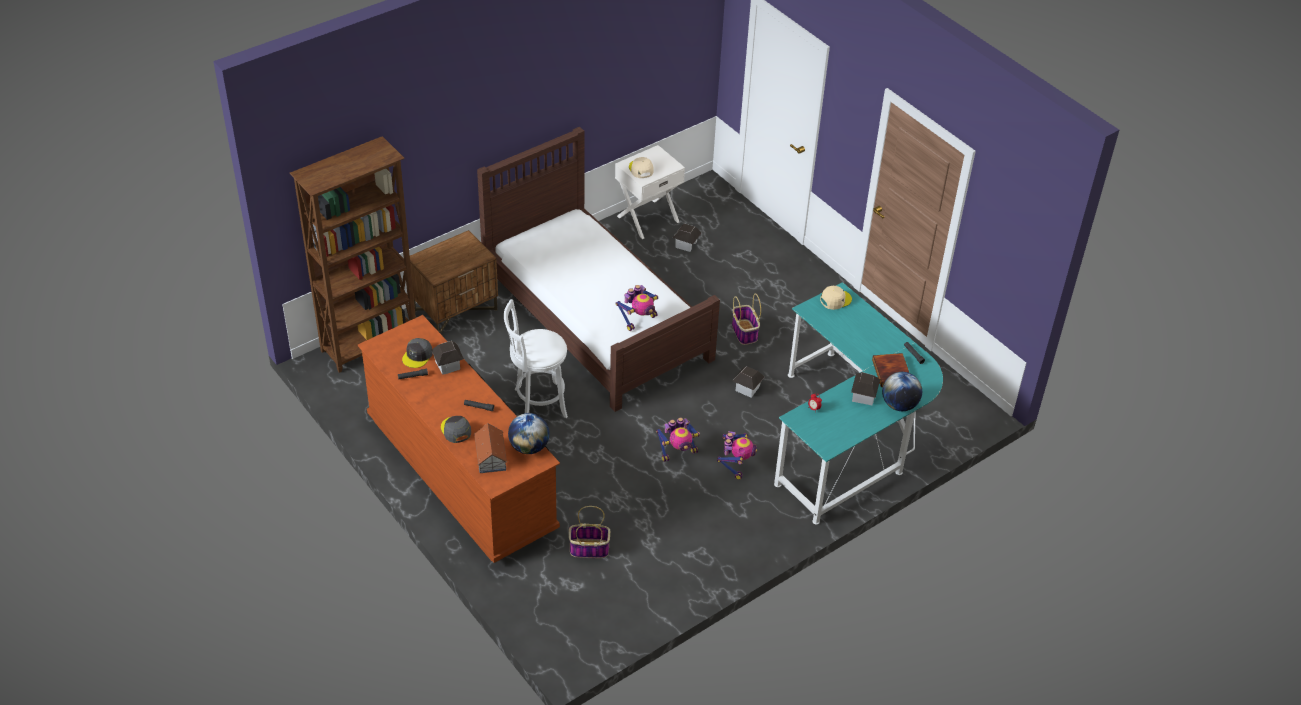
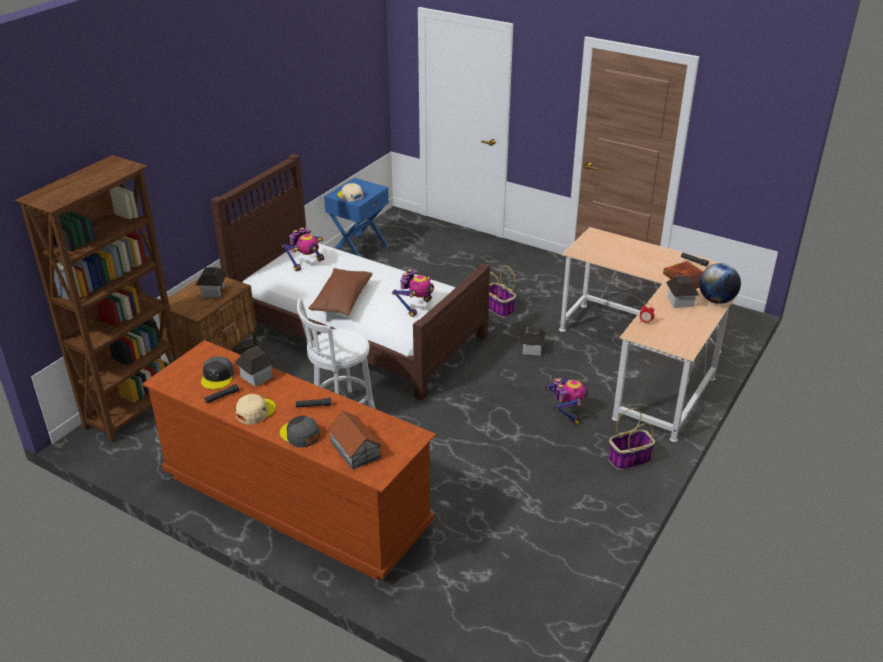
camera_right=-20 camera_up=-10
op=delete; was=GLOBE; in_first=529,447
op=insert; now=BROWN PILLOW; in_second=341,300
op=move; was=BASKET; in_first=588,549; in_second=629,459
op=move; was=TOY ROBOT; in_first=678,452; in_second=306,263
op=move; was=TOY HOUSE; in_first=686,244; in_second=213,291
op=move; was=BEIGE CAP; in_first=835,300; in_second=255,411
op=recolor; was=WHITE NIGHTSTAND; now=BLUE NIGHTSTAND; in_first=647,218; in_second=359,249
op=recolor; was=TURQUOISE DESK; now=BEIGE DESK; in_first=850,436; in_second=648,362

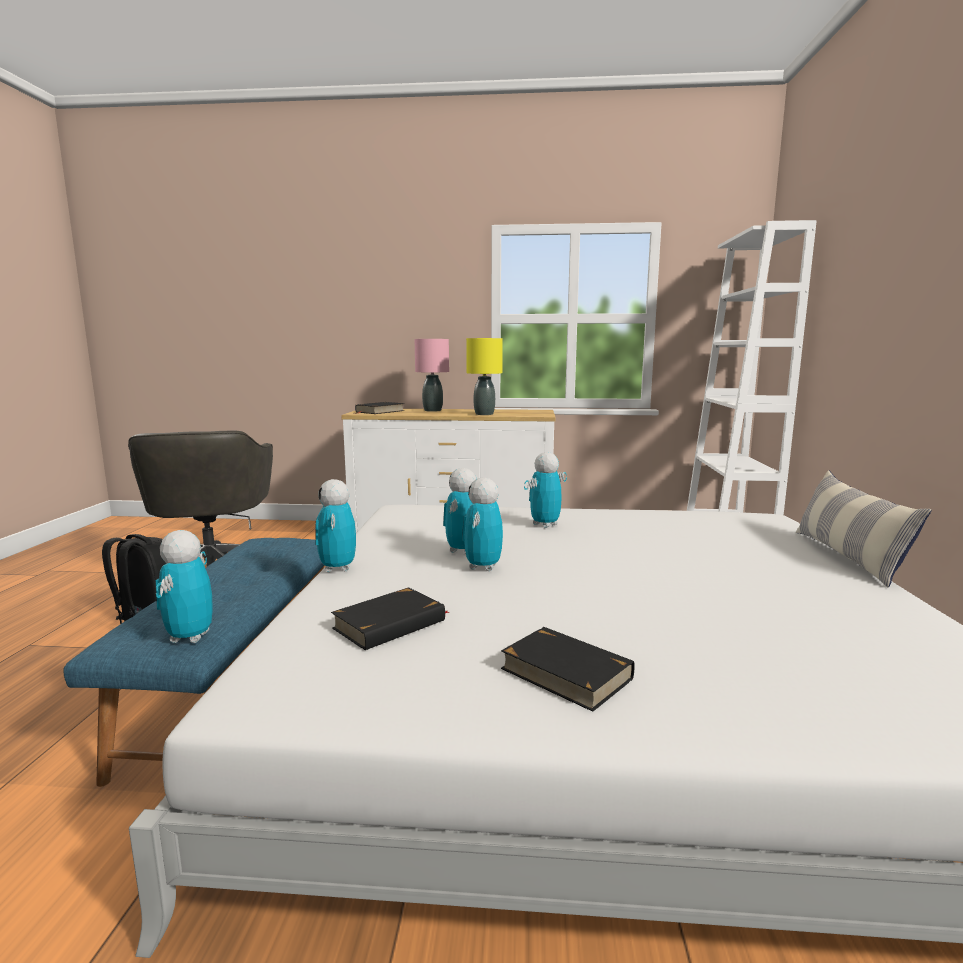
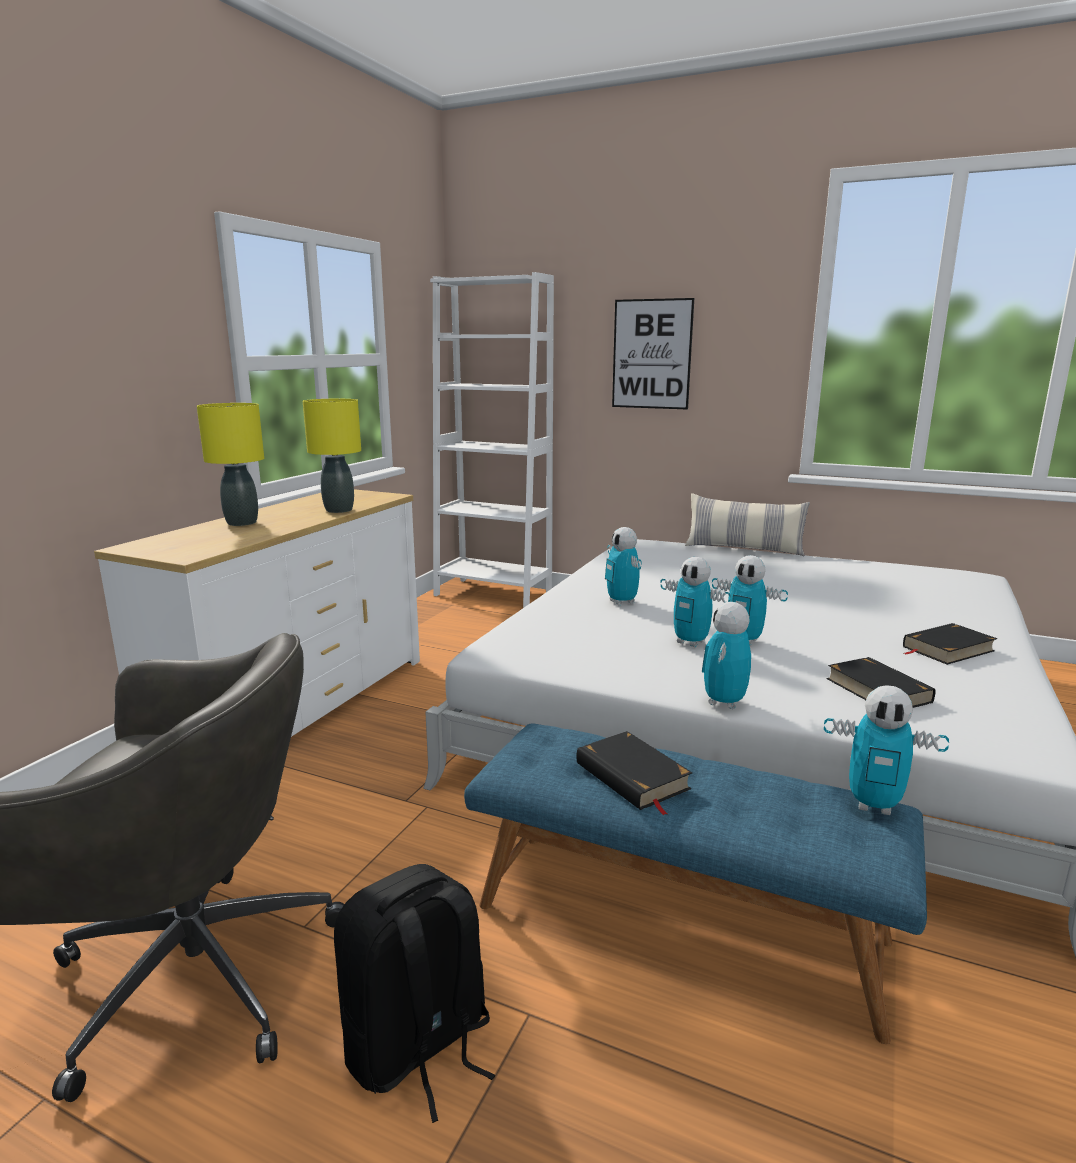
camera_right=-70 camera_up=5
op=insert; now=PICTURE; in_second=651,354
op=move; was=BLACK BOOK; in_first=379,411; in_second=632,777
op=recolor; was=PINK TABLE LAMP; now=YELLOW TABLE LAMP; in_first=433,410; in_second=242,522
op=rotate; was=TOY ROBOT; in_first=337,568; in_second=724,702; clockwise=105

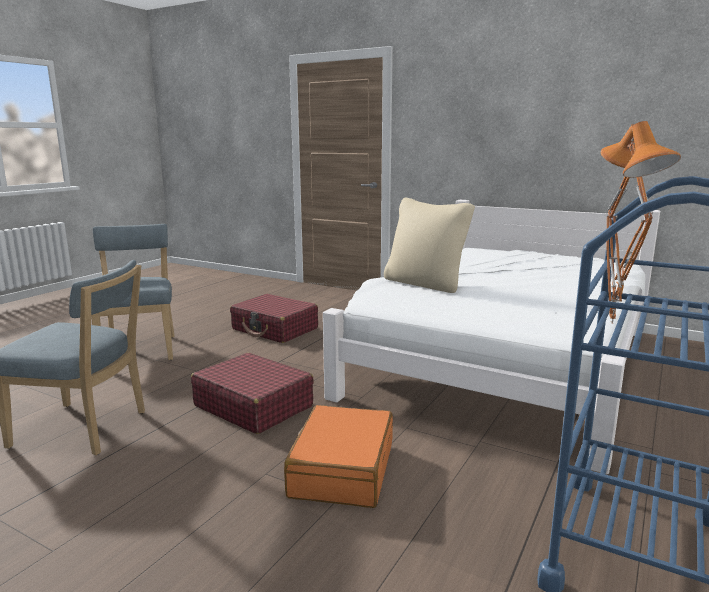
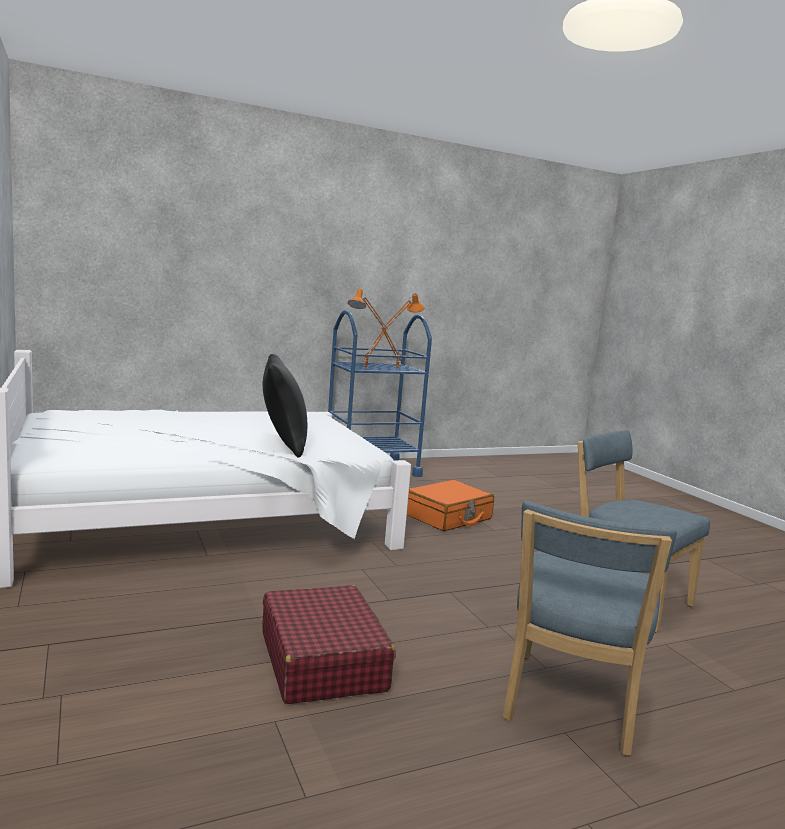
camera_right=-145 camera_up=-5
op=delete; was=RED SUITCASE; in_first=253,406
op=recolor; was=BEIGE PILLOW; now=BLACK PILLOW; in_first=425,283; in_second=282,445

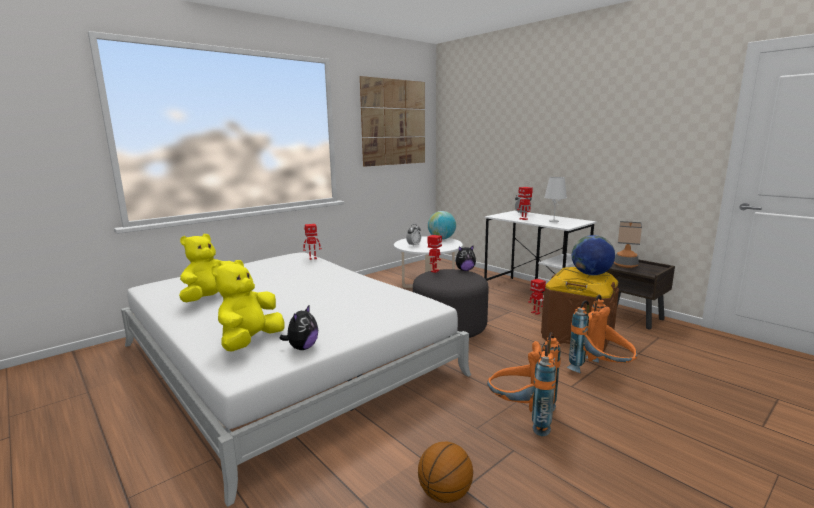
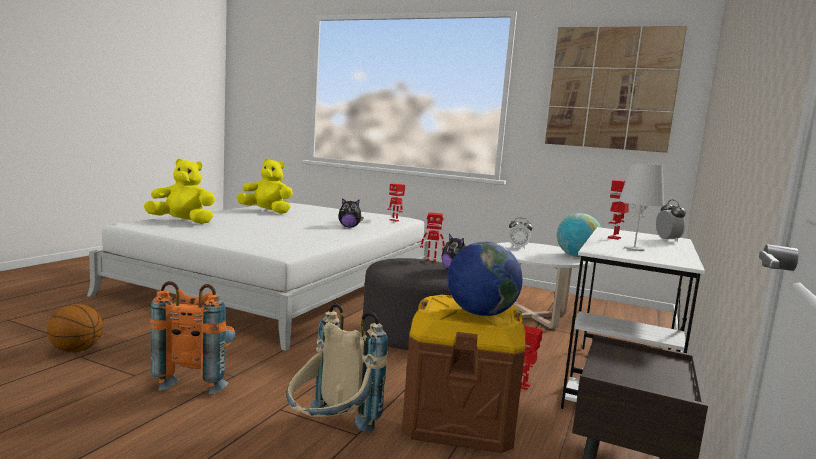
camera_right=65 camera_up=-5
op=delete; was=TABLE LAMP; in_first=625,265
op=move; was=PLUSH TOY; in_first=302,348; in_second=349,227
op=recolor; was=ORANGE BACKPACK; now=BEIGE BACKPACK; in_first=601,373; in_second=330,434

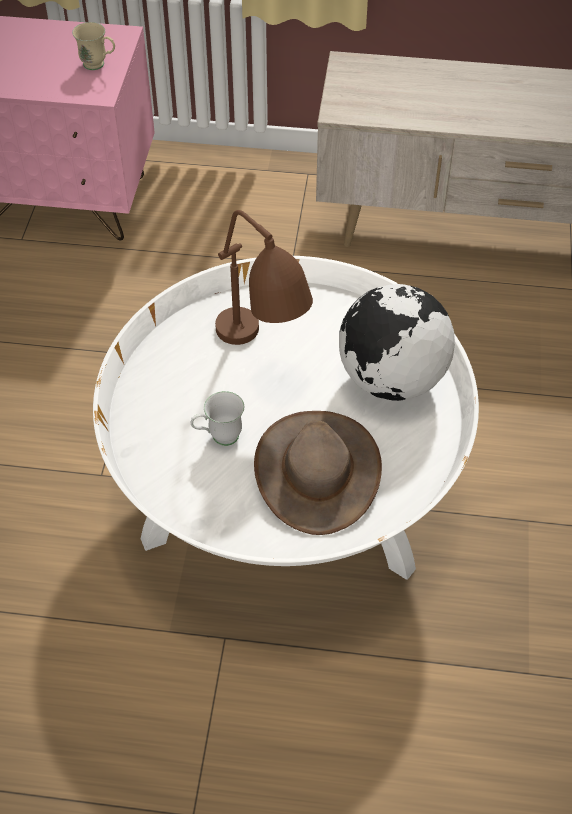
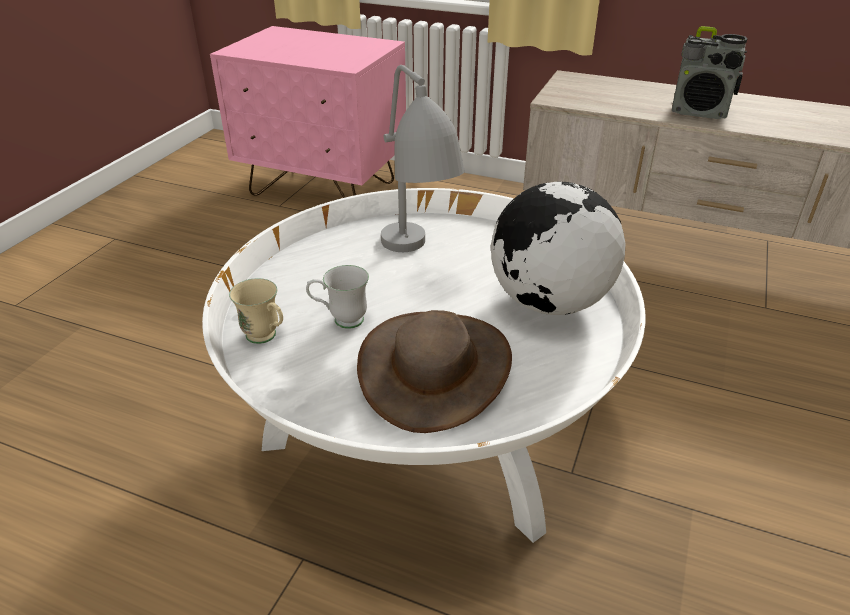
camera_right=15 camera_up=-15
op=insert; now=RADIO; in_second=700,112
op=move; was=BEIGE MUG; in_first=99,65; in_second=266,338
op=recolor; was=BROWN TABLE LAMP; now=GREY TABLE LAMP; in_first=262,359; in_second=417,266

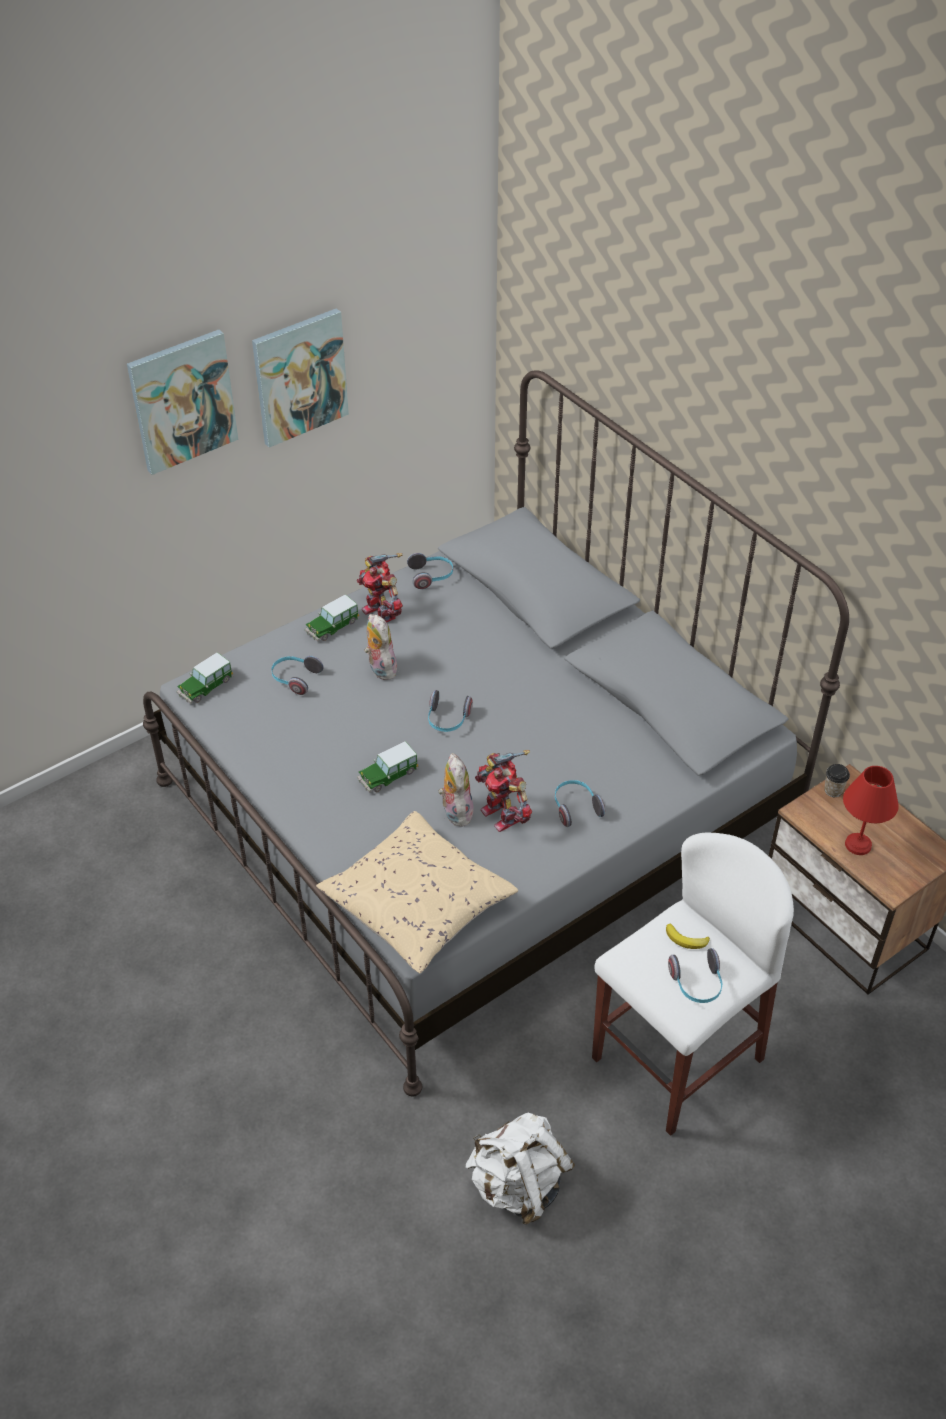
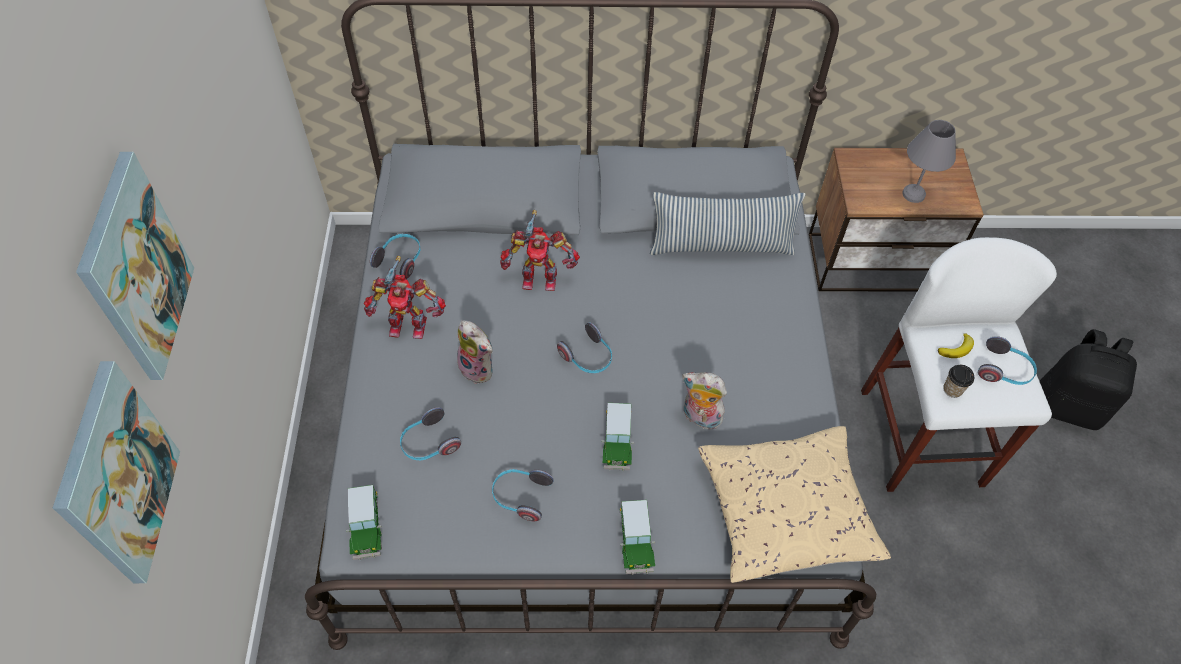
camera_right=-55 camera_up=10
op=delete; was=WHITE BACKPACK; in_first=518,1185
op=insert; now=PILLOW; in_second=721,246
op=insert; now=BLACK BACKPACK; in_second=1068,405
op=move; was=PICTURE; in_first=299,376; in_second=117,476
op=move; was=TOY CAR; in_first=332,627; in_second=635,542
op=move; was=TOY ROBOT; in_first=503,814; in_second=539,277
op=move; was=HEADPHONES; in_first=575,808; in_second=520,496
op=move; was=CUP; in_first=833,790; in_second=952,389
op=recolor; was=RED TABLE LAMP; now=GREY TABLE LAMP; in_first=857,845; in_second=914,195
op=rotate; was=PLUSH TOY; in_first=380,668; in_second=479,368; clockwise=-150

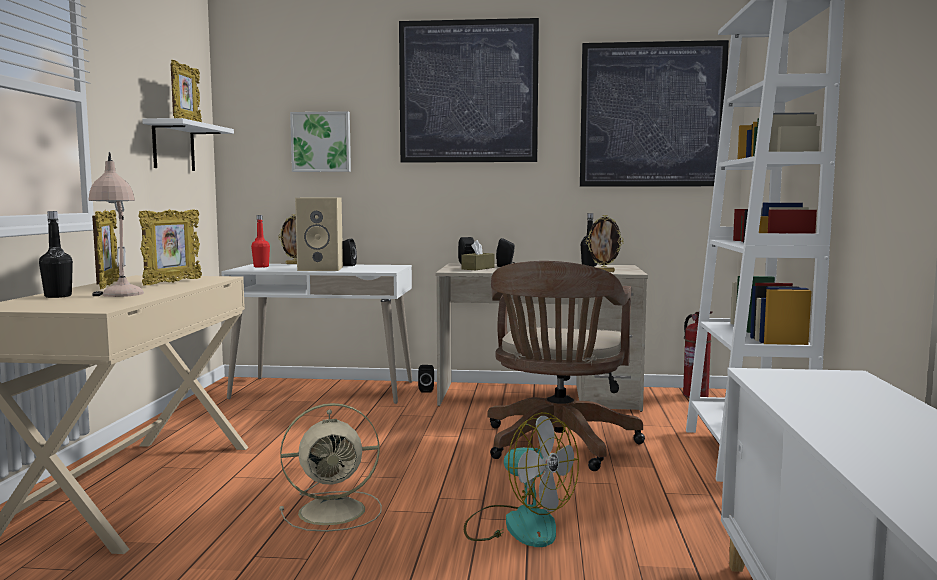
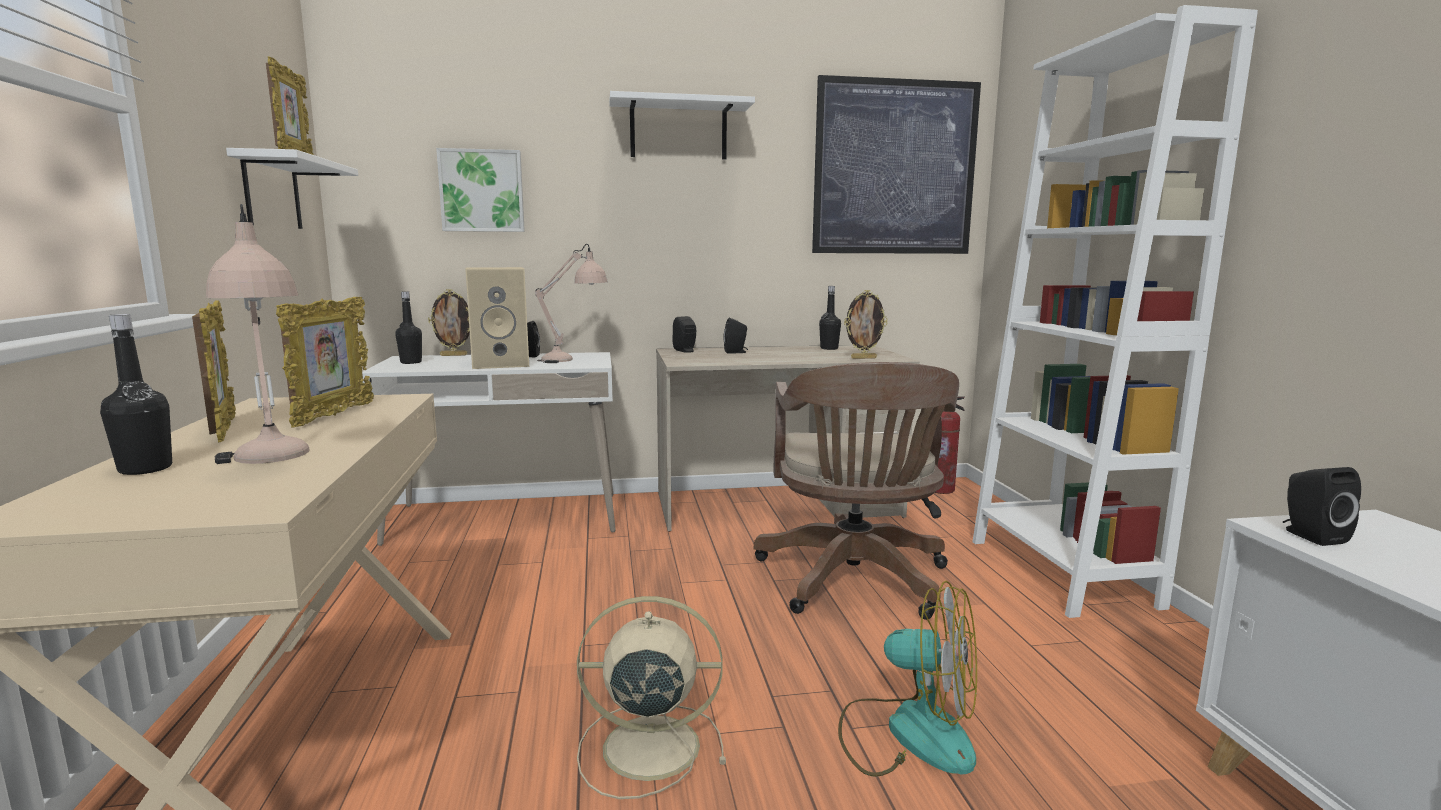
camera_right=-15 camera_up=5
op=delete; was=BROWN TISSUE BOX; in_first=478,268
op=insert; now=BEIGE TABLE LAMP; in_second=573,360
op=move; was=BLACK SPEAKER; in_first=427,390; in_second=1310,536
op=replace; was=PICTURE; now=WHITE SHELF; in_first=468,92; in_second=678,130
op=recolor; was=RED BOTTLE; now=BLACK BOTTLE; in_first=261,267; in_second=411,362
op=rotate; was=BEIGE FAN; in_first=335,511; in_second=646,747; clockwise=-150

